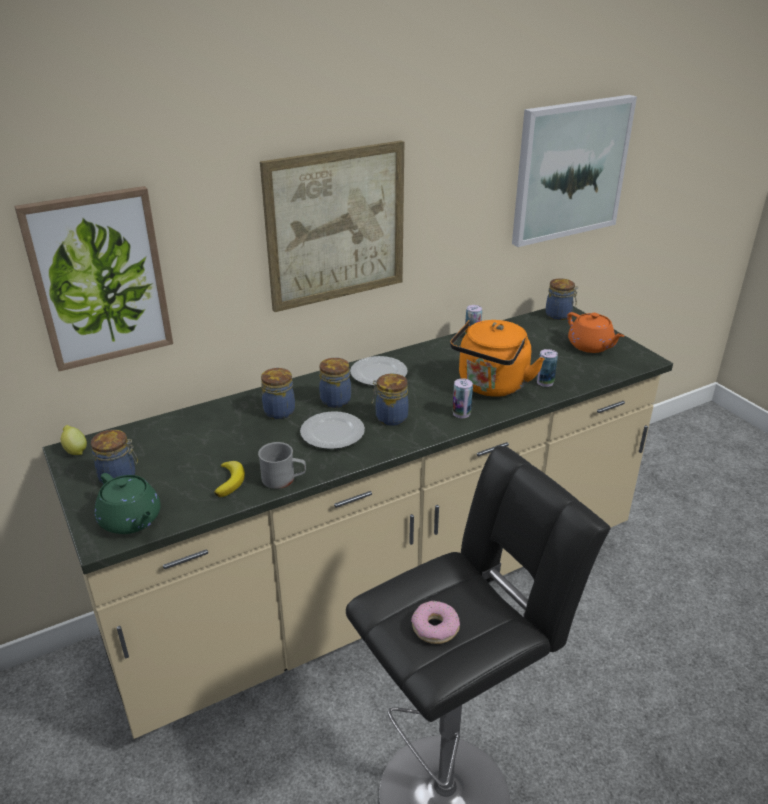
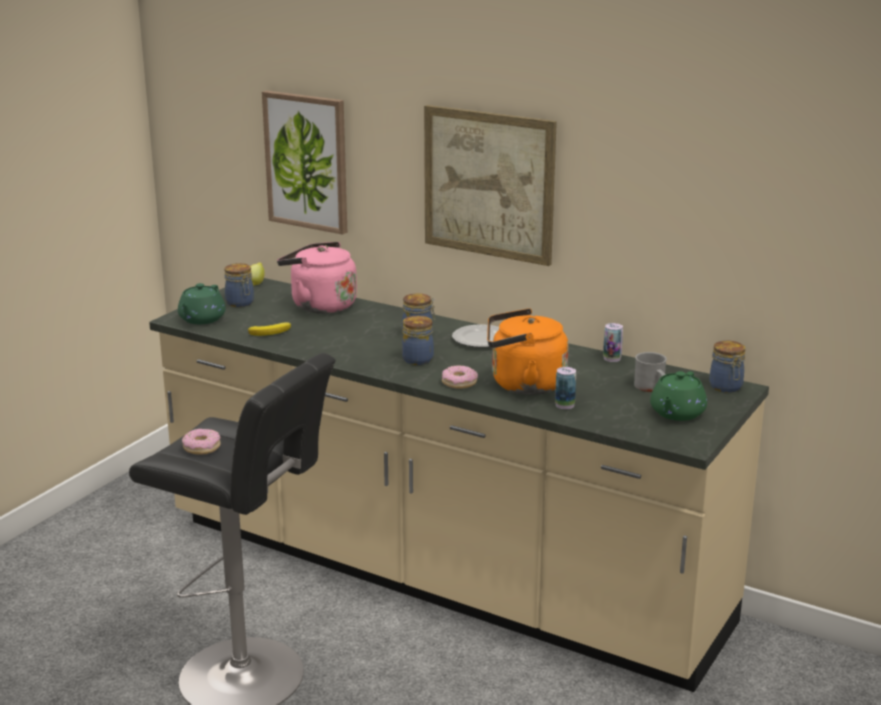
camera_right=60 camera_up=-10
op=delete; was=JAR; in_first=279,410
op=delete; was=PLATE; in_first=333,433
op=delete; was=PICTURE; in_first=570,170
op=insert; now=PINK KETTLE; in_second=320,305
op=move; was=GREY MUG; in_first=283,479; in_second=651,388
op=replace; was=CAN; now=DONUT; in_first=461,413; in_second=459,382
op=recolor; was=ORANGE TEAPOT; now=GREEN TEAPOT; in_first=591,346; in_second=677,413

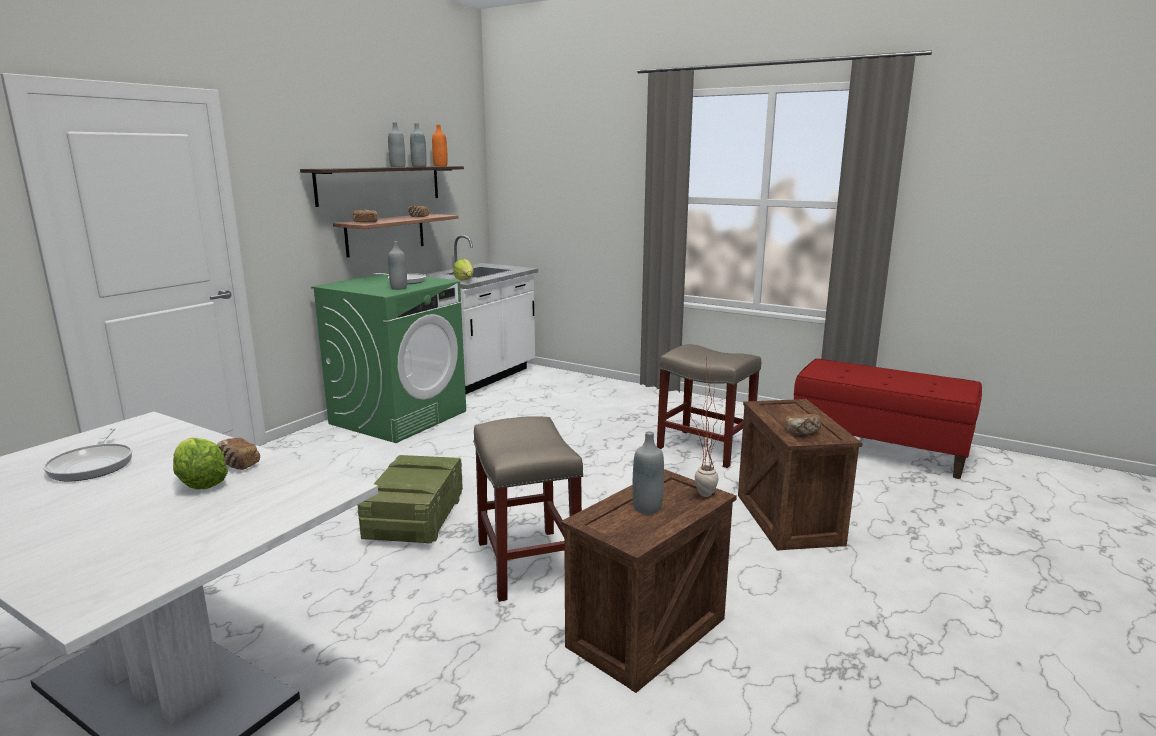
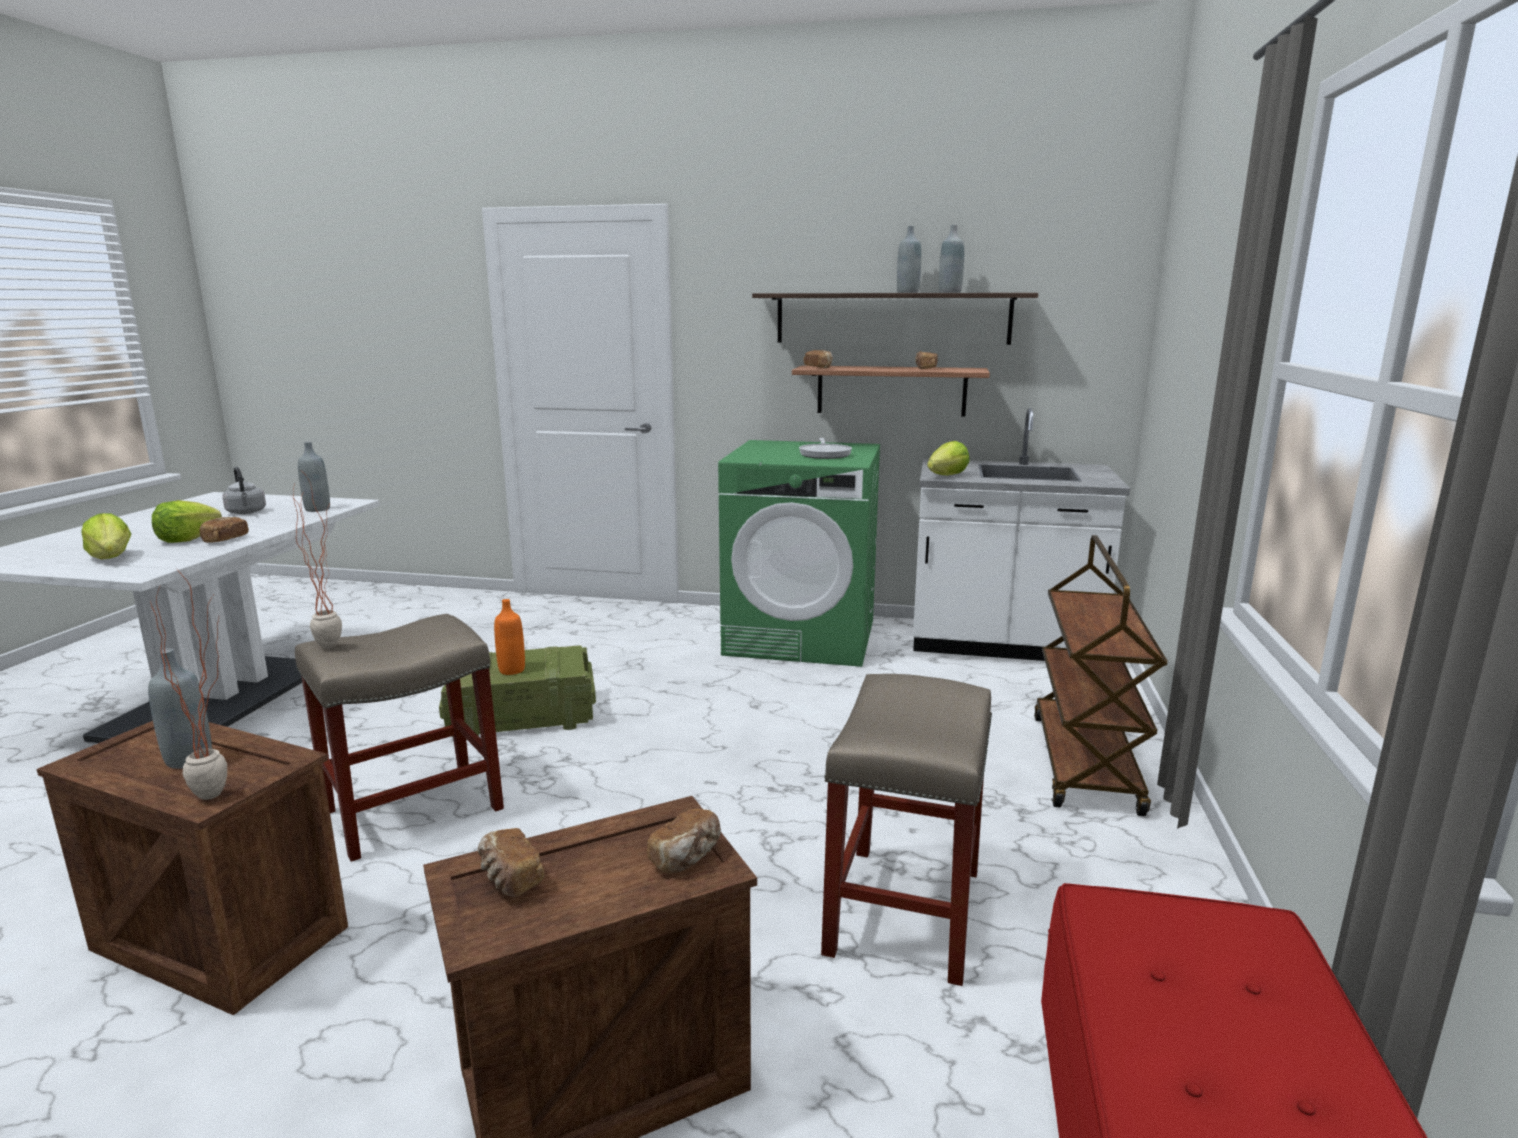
camera_right=70 camera_up=0
op=insert; now=LETTUCE; in_second=111,558
op=insert; now=POTTED PLANT; in_second=332,643
op=insert; now=BREAD; in_second=687,857
op=insert; now=BROWN CART; in_second=1085,764
op=move; was=GREY BOTTLE; in_first=399,288; in_second=317,509
op=move; was=ORANGE BOTTLE; in_first=440,166; in_second=512,670
op=replace; was=FRYING PAN; now=GREY KETTLE; in_first=93,465; in_second=246,512

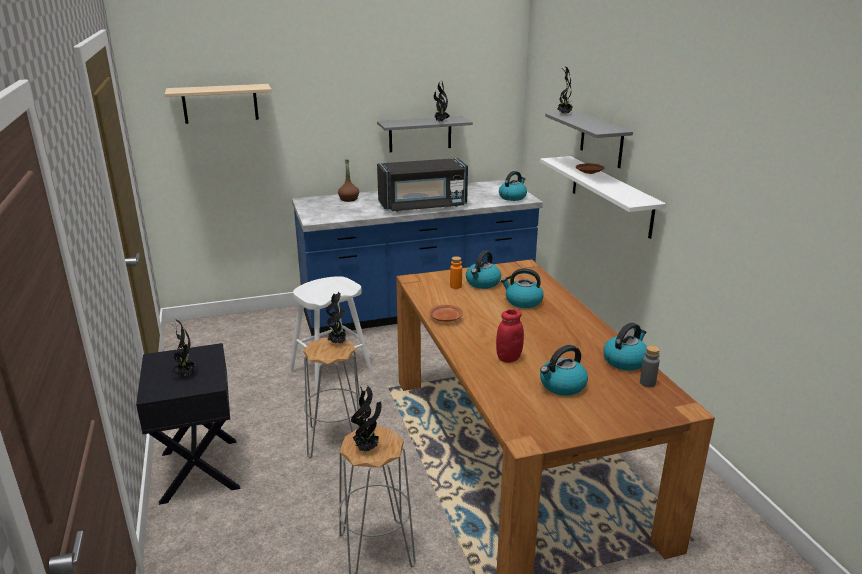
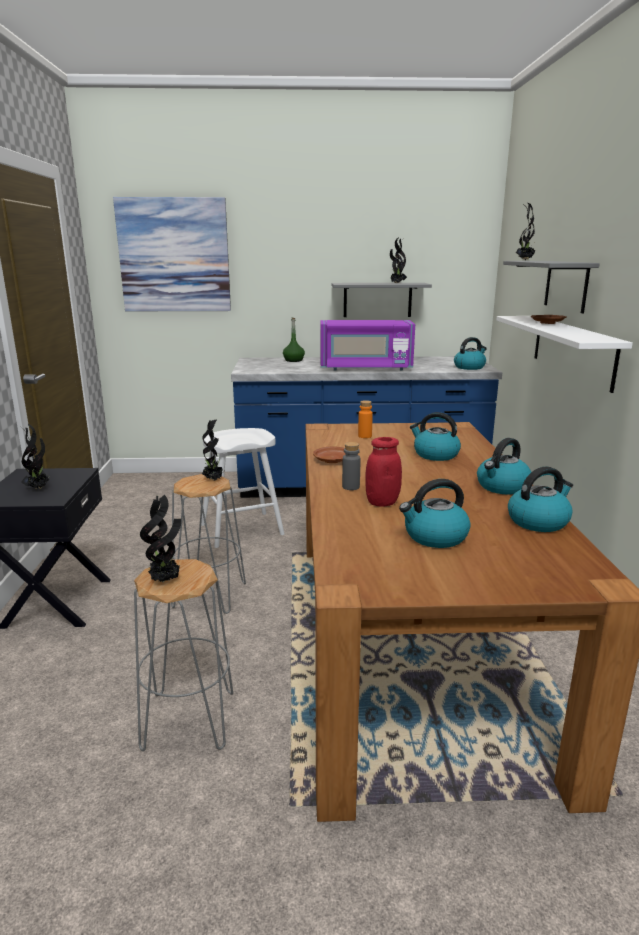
camera_right=15 camera_up=-5
op=move; was=KETTLE; in_first=482,283; in_second=502,487
op=move; was=GREY BOTTLE; in_first=647,383; in_second=351,487
op=replace; was=BEIGE SHELF; now=PICTURE; in_first=220,103; in_second=174,255
op=recolor; was=BROWN BOTTLE; now=GREEN BOTTLE; in_first=348,199; in_second=293,360
op=recolor; was=BLACK MICROWAVE; now=PURPLE MICROWAVE; in_first=423,206; in_second=365,368

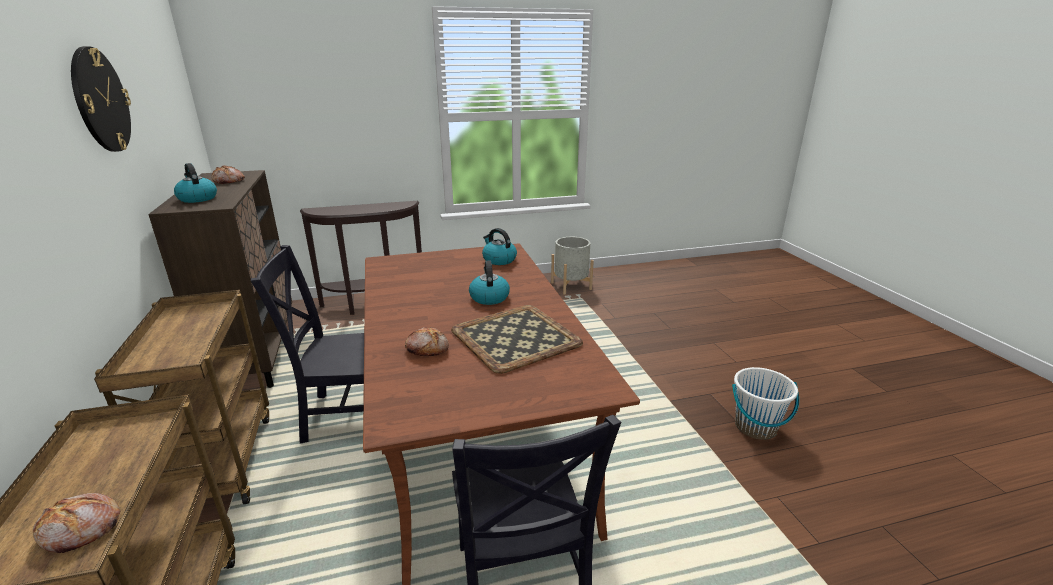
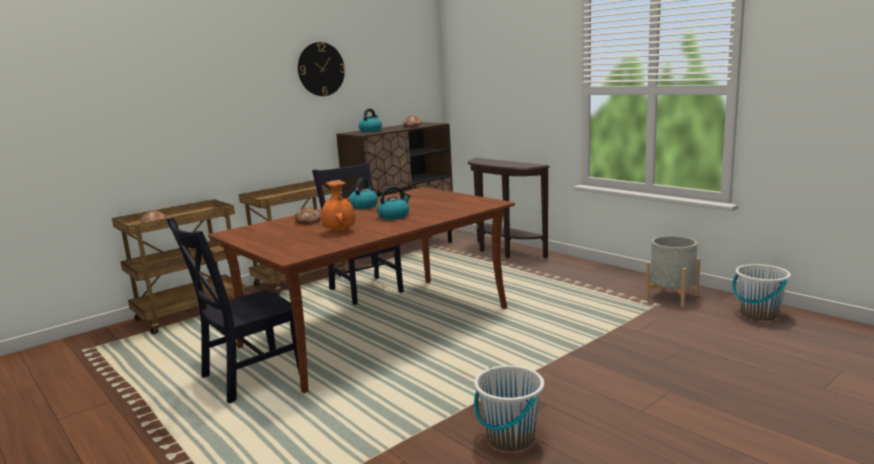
camera_right=65 camera_up=-10
op=insert; now=WHITE BUCKET; in_second=758,314
op=move; was=KETTLE; in_first=499,260; in_second=363,206
op=replace; was=TRAY; now=ORANGE VASE; in_first=515,338; in_second=338,231

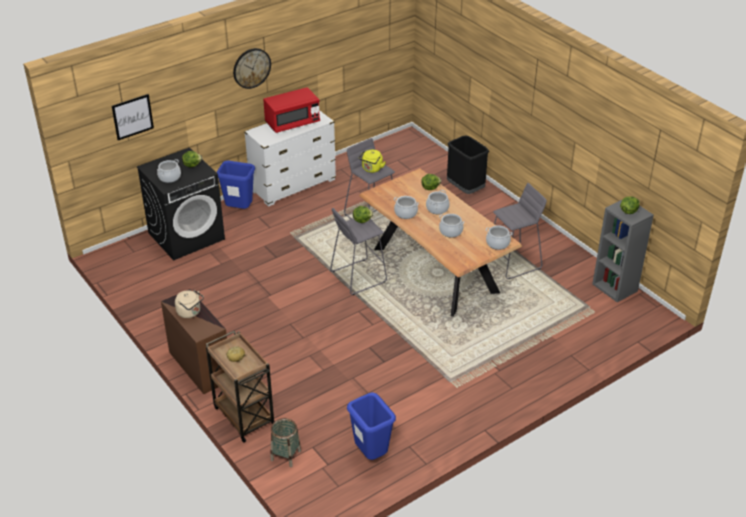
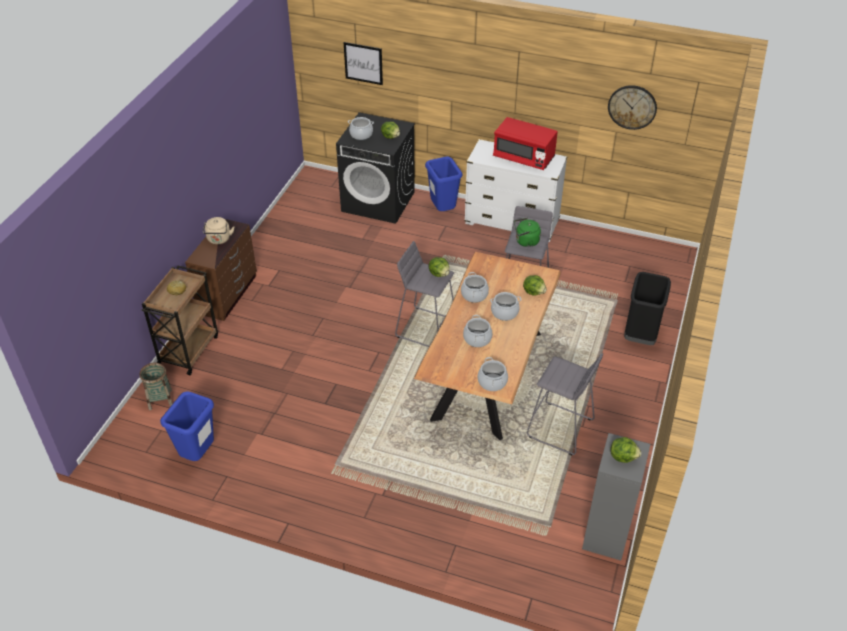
camera_right=55 camera_up=5
op=move; was=WALL CLOCK; in_first=251,68; in_second=632,107
op=recolor; was=YELLOW KETTLE; now=GREEN KETTLE; in_first=371,169; in_second=525,242

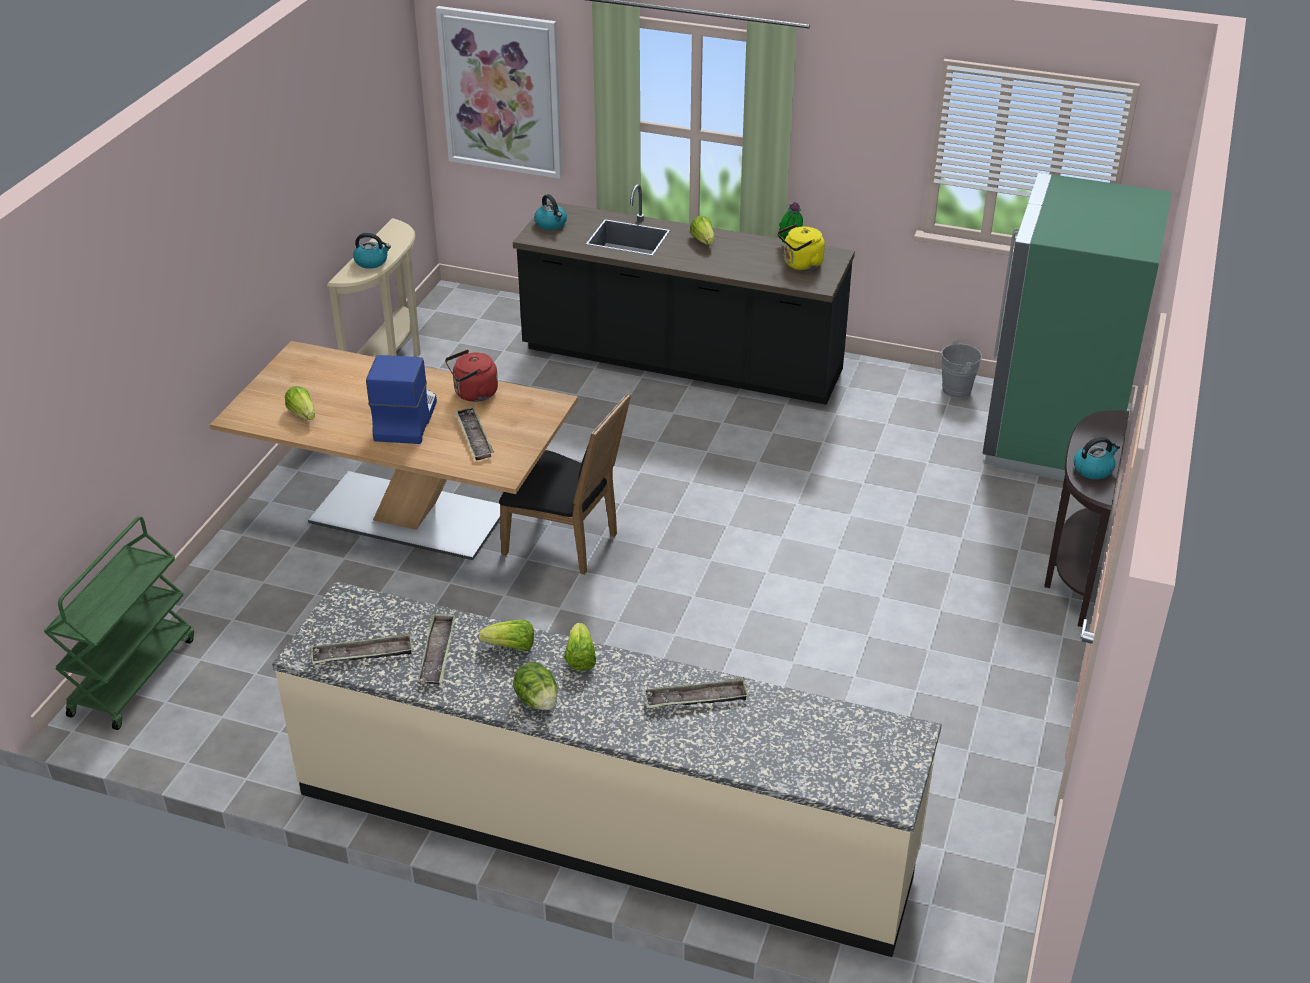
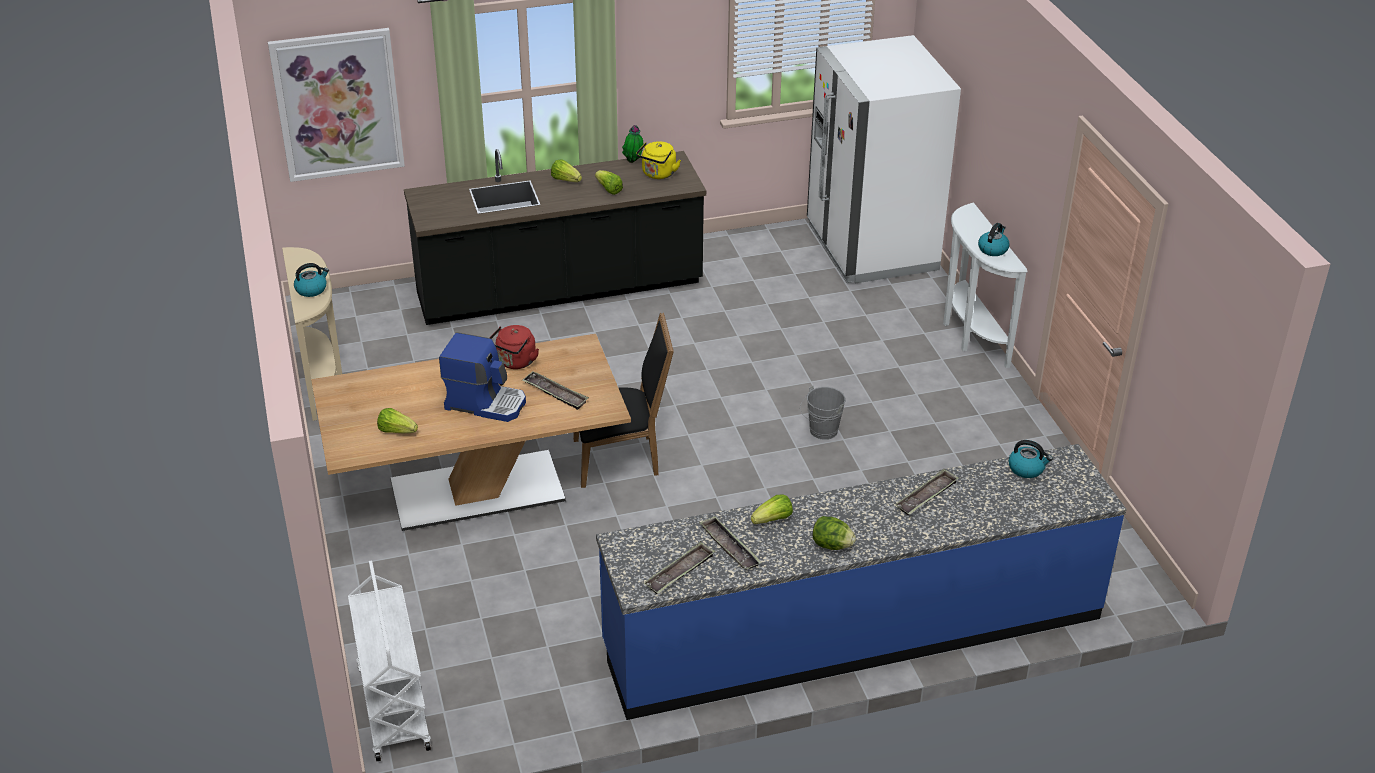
camera_right=-35 camera_up=0
op=move; was=KETTLE; in_first=551,224; in_second=1027,469
op=move; was=LETTUCE; in_first=580,658; in_second=608,189
op=move; was=GREY BUCKET; in_first=953,390; in_second=821,432
op=recolor; was=GREEN CART; now=WHITE CART; in_first=133,675; in_second=393,707
op=recolor; was=BEIGE COUNTER; now=BLUE COUNTER; in_first=603,825; in_second=853,632
op=recolor; was=GREEN FRIDGE; now=WHITE FRIDGE; in_first=1053,437; in_second=871,247
op=recolor; was=BROWN CONSOLE TABLE; now=WHITE CONSOLE TABLE; in_first=1071,573; in_second=970,335
op=rotate; was=COFFEE MACHINE; in_first=405,420; in_second=485,403; clockwise=135

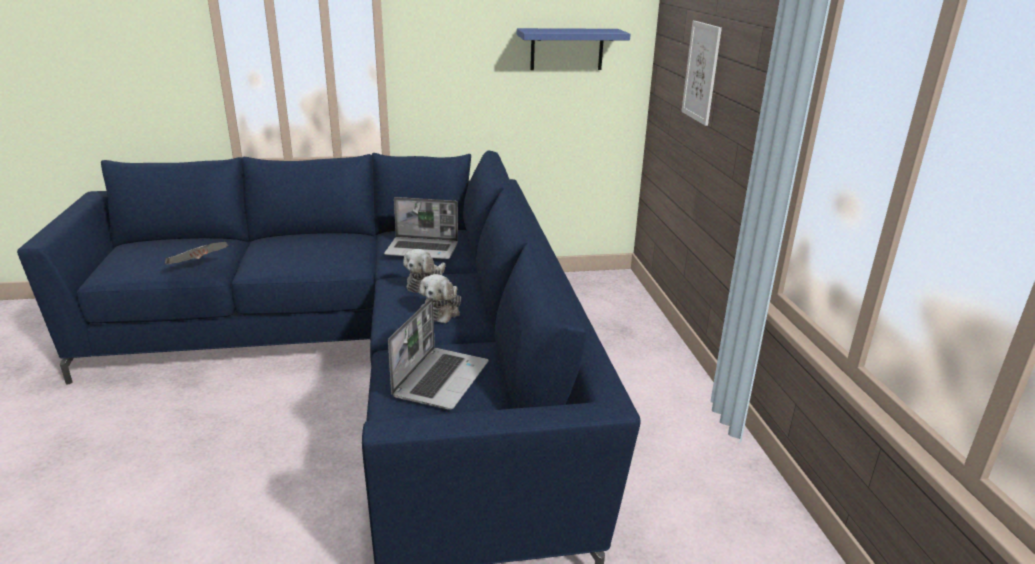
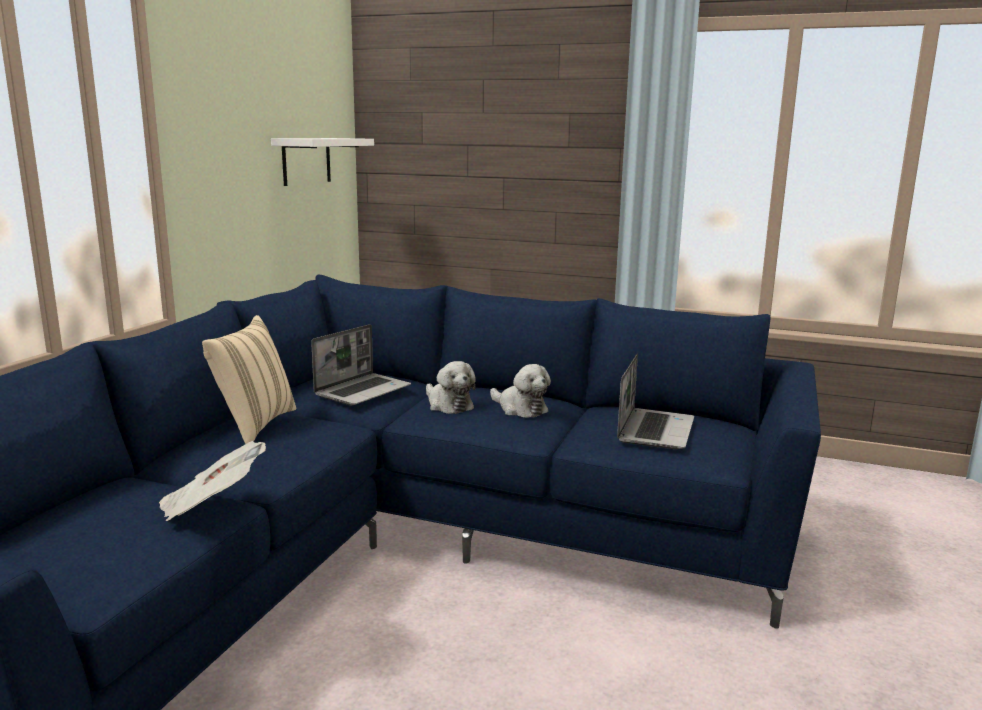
camera_right=-60 camera_up=-10
op=delete; was=PICTURE; in_first=701,72
op=insert; now=BEIGE PILLOW; in_second=254,425
op=recolor; was=BLUE SHELF; now=WHITE SHELF; in_first=567,49; in_second=306,161
op=rotate; was=LAPTOP; in_first=441,379; in_second=654,430; clockwise=60

